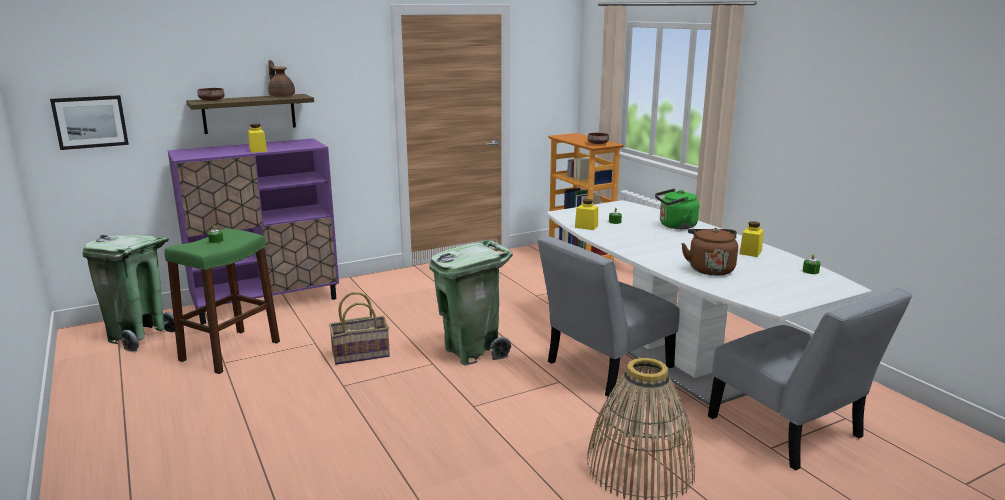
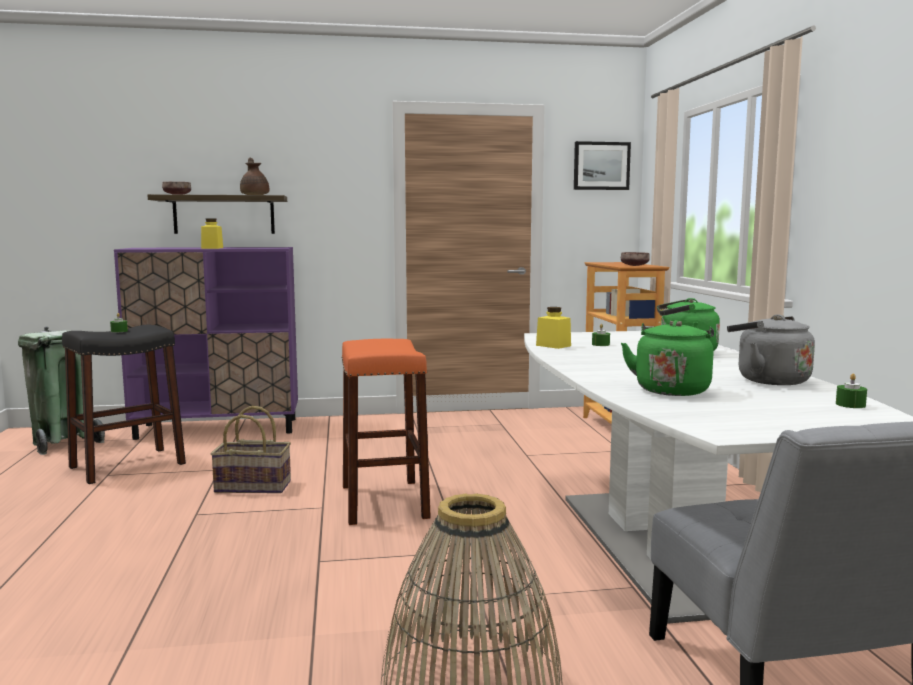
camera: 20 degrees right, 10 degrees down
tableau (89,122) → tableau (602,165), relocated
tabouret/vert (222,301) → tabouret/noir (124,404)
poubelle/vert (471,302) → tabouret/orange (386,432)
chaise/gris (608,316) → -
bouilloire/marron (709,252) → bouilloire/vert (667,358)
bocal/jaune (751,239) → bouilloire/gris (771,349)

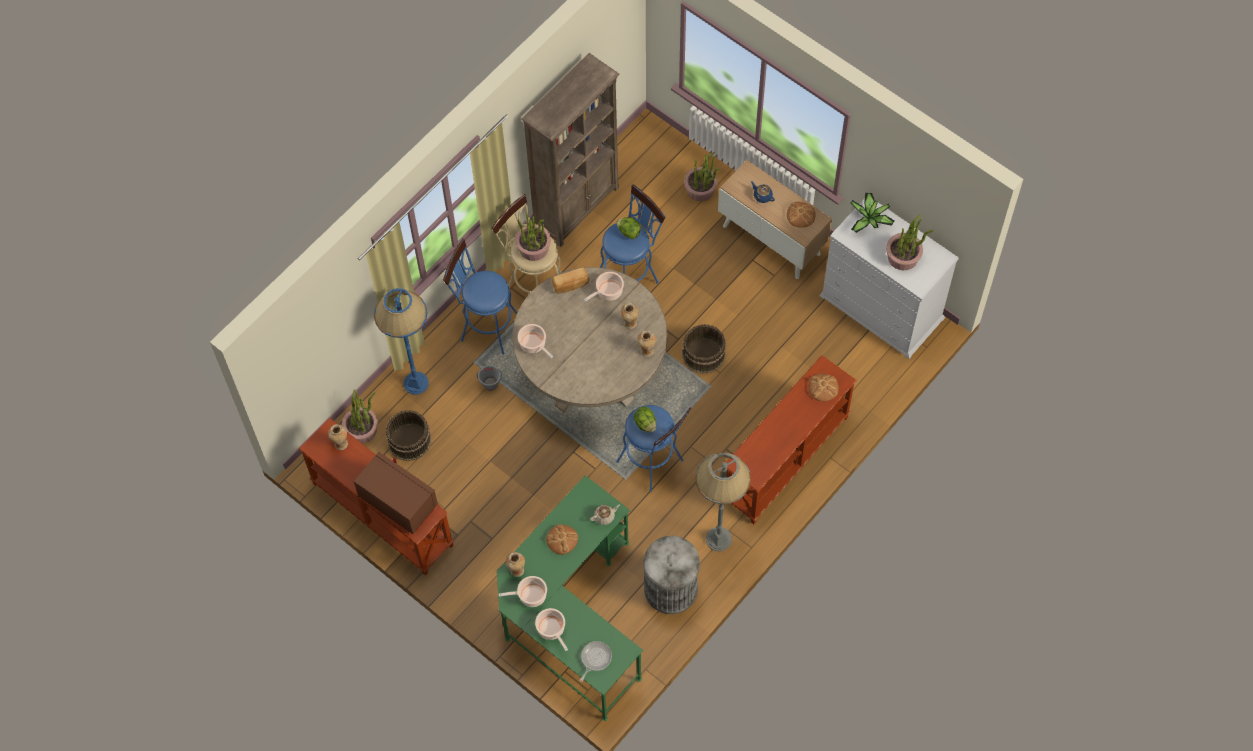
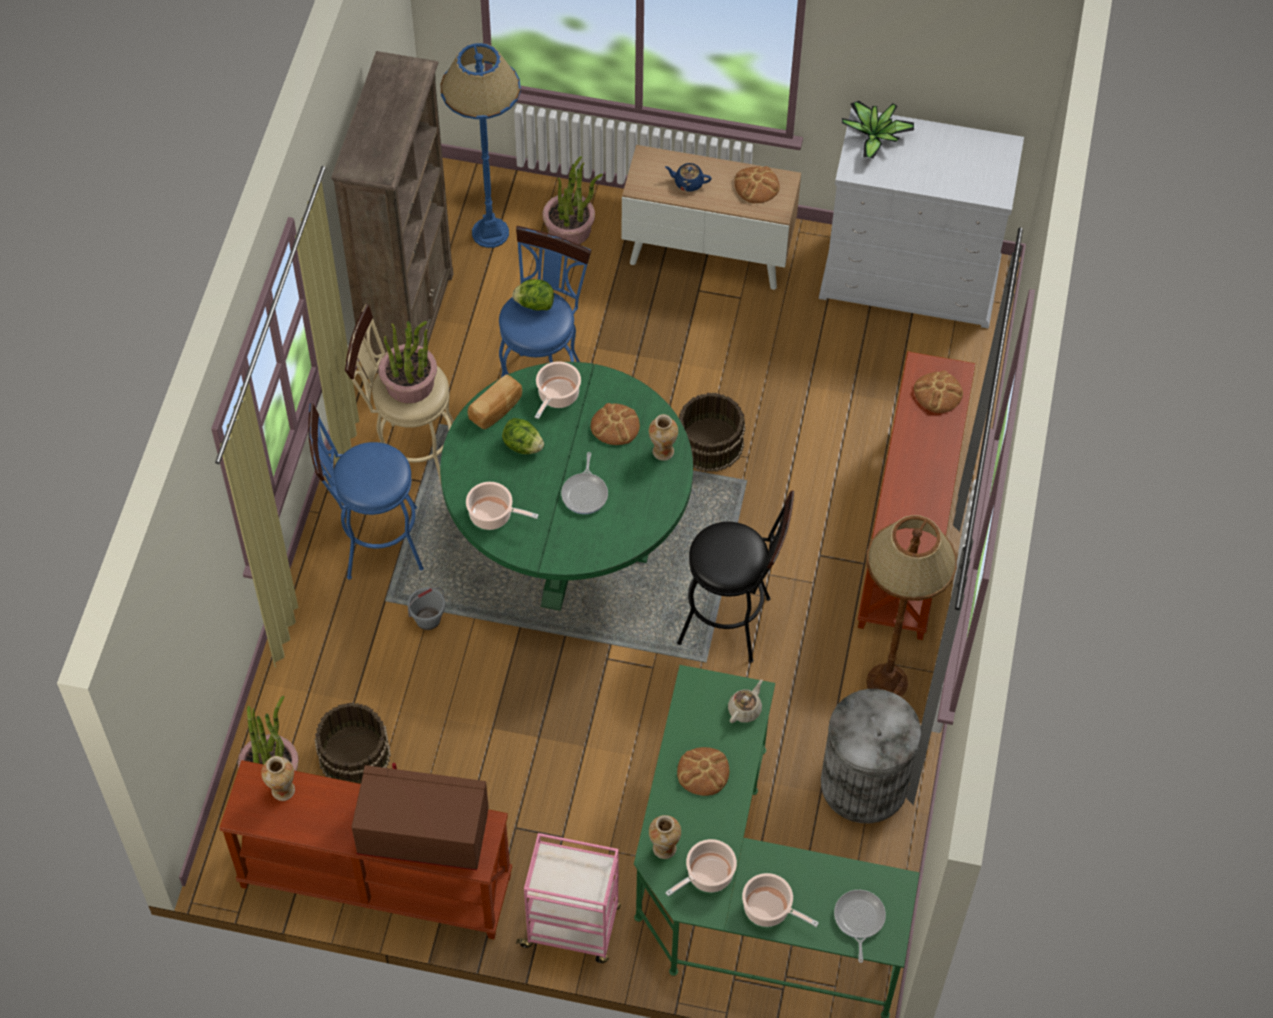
camera: 30 degrees left, 5 degrees down
lampadaire/bleu (401,341) → lampadaire/bleu (480,145), relocated
table à manger/beige (590,339) → table à manger/vert (566,486)
tabouret/bleu (654,448) → tabouret/noir (735,577)
vase (630,316) → pain (615,424)
laitue (645,419) → laitue (523,436), relocated
lampadaire/gris (723,502) → lampadaire/marron (911,606)
plante en pot (910,242) → -
- → chariot/rose (568,898)
- → poêle (584,483)

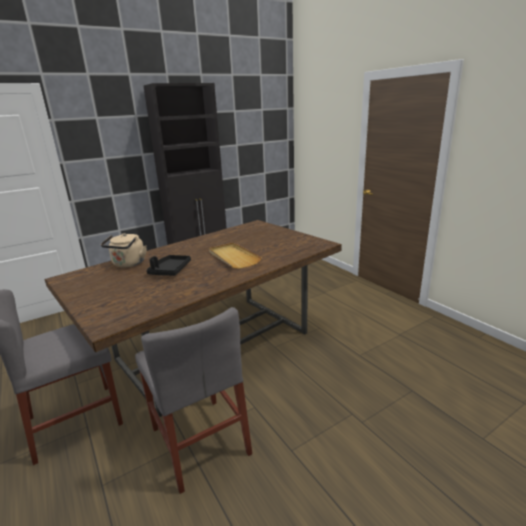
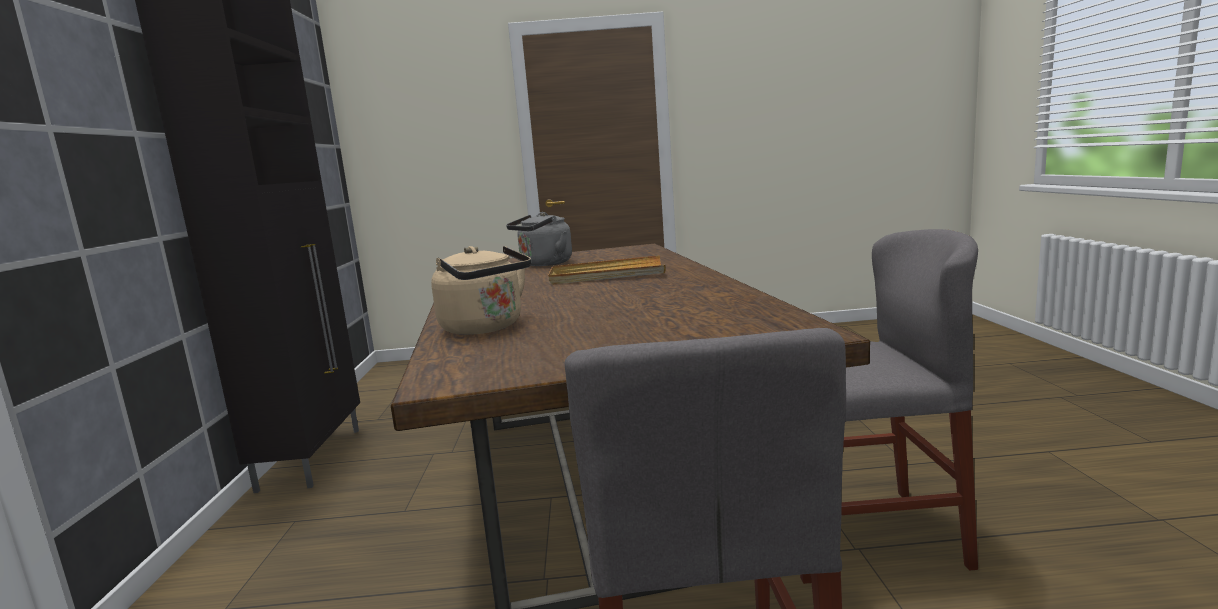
camera: 60 degrees left, 10 degrees down
plateau/noir (169,265) → -
- → bouilloire/gris (539,239)

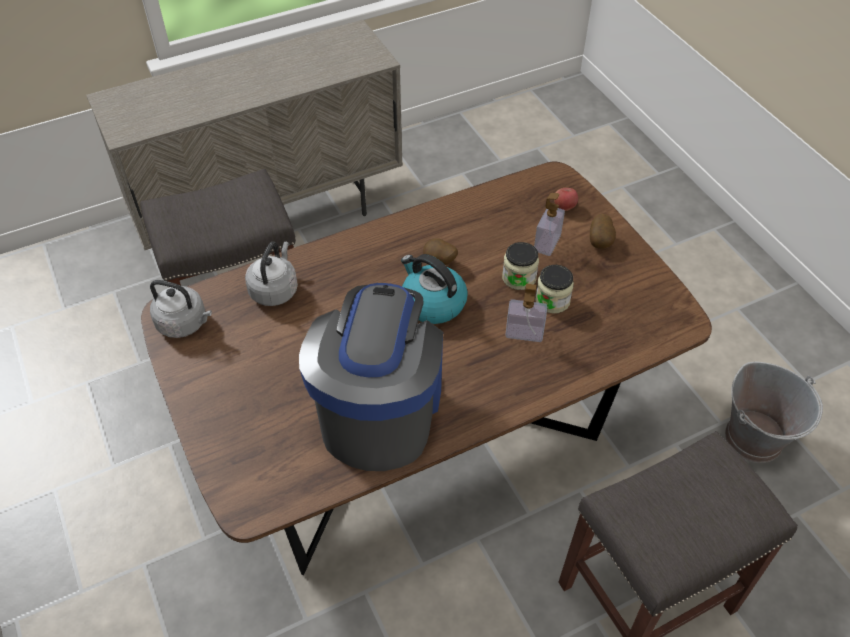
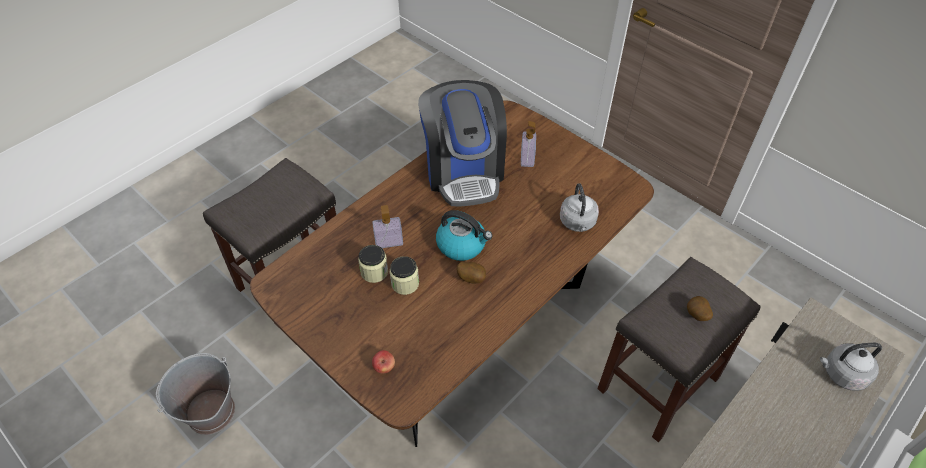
camera: 160 degrees right, 0 degrees up
bouilloire/gris (181,309) → bouilloire/gris (851,367), relocated
distributeur de savon (549,224) → distributeur de savon (528,144), relocated
pomme de terre (603,231) → pomme de terre (700,308), relocated

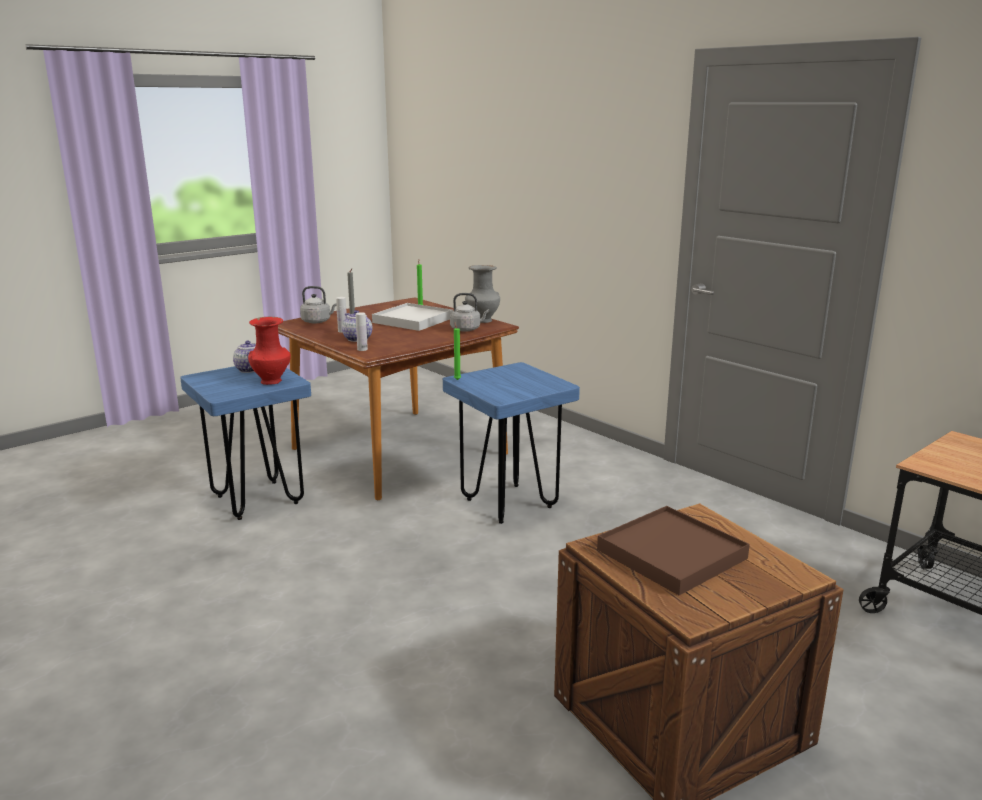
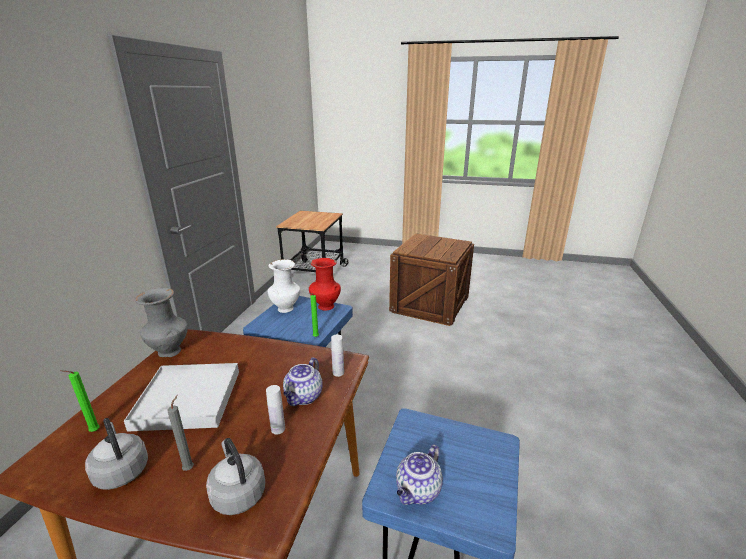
camera: 125 degrees left, 5 degrees up
vase/rouge (269,351) → vase/rouge (325,284), relocated
bouilloire/gris (469,312) → bouilloire/gris (116,454), relocated
plateau/marron (673,550) → -
- → vase/blanc (284,286)

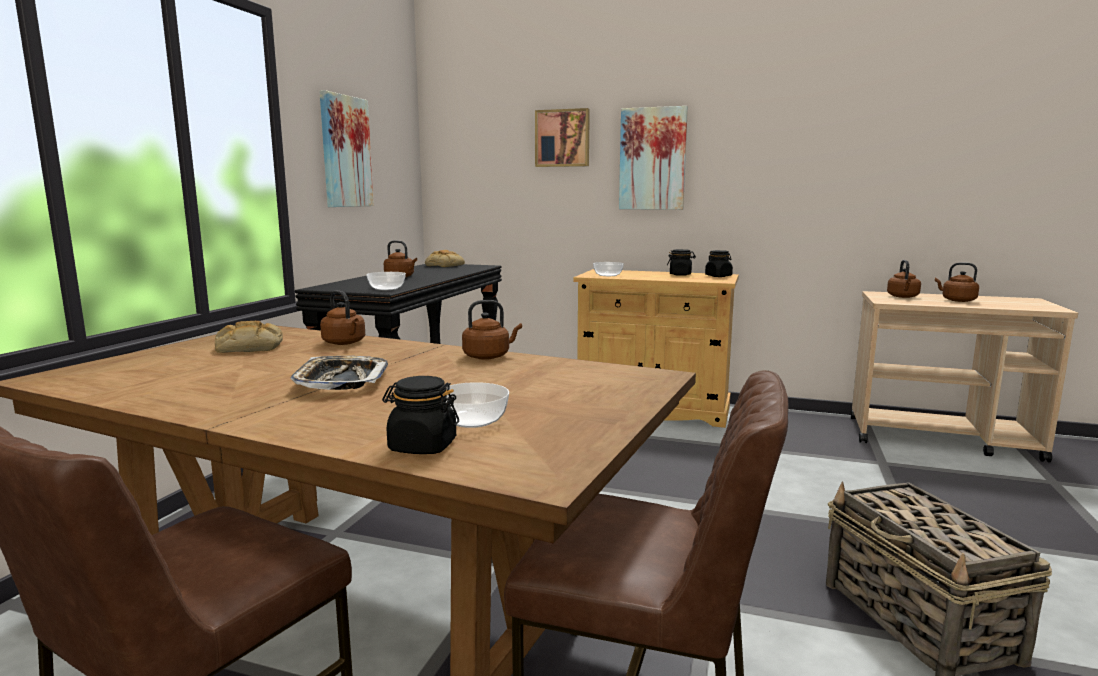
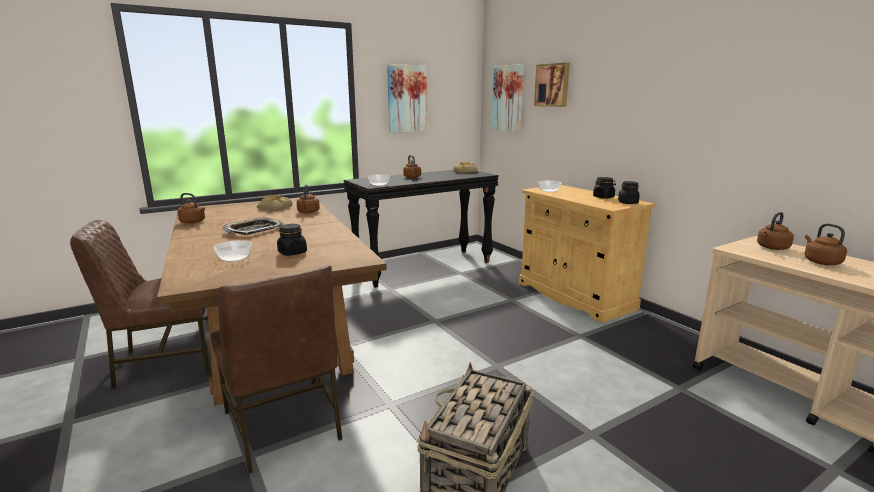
camera: 40 degrees right, 5 degrees up
bocal/noir (420,415) → bocal/noir (292,240), relocated
bouilloire/marron (492,330) → bouilloire/marron (191,208), relocated
tableau (653,158) → tableau (508,98), relocated

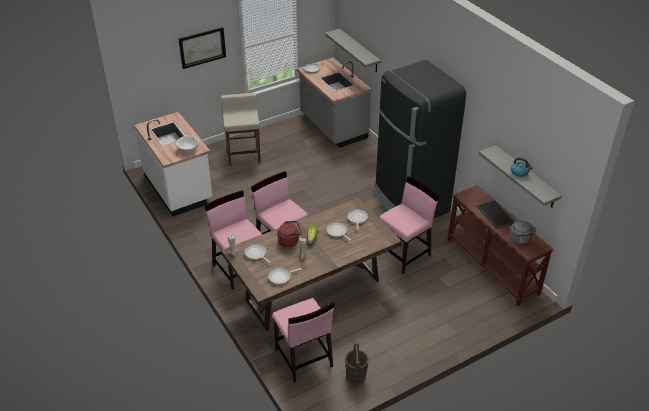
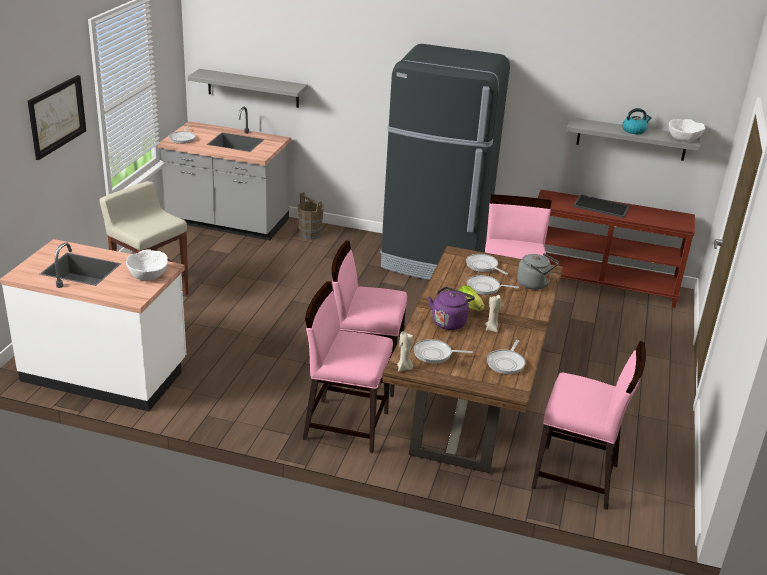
camera: 45 degrees left, 10 degrees down
bouilloire/rouge (289,234) → bouilloire/violet (451,308)
seau/marron (357,364) → seau/marron (311,216), relocated
bouilloire/gris (523,232) → bouilloire/gris (538,271), relocated
- → bol/blanc (687,130)

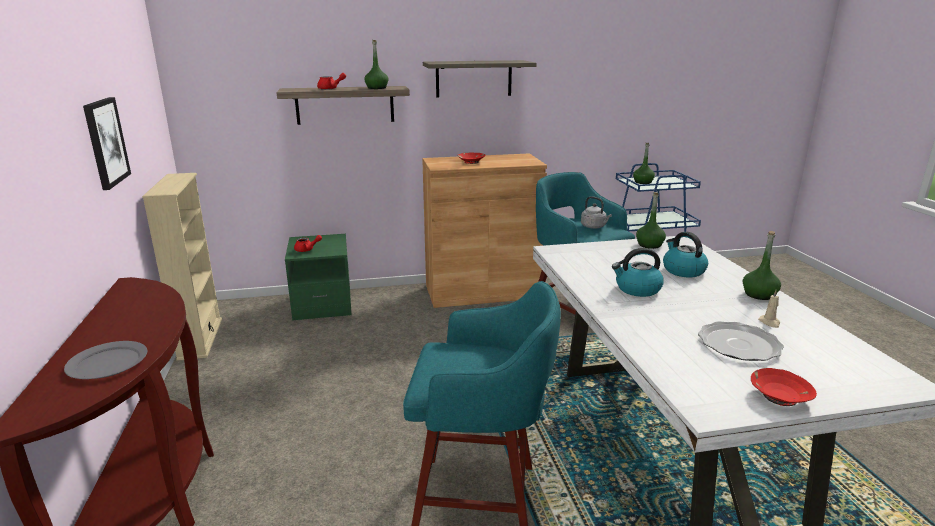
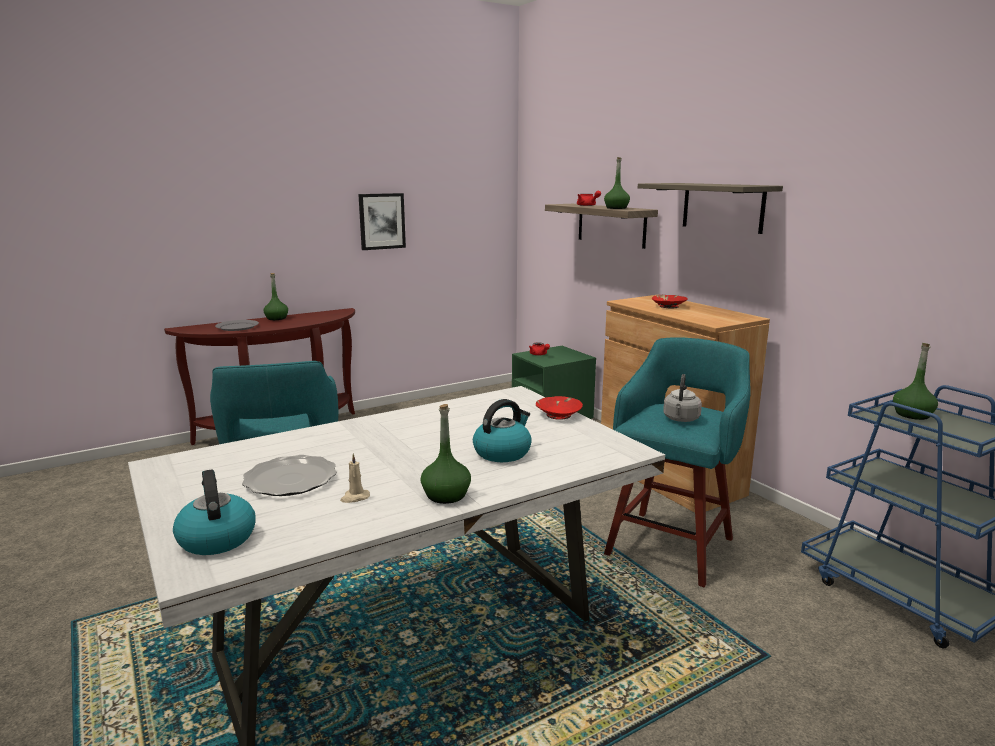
camera: 70 degrees right, 5 degrees down
bibliothèque/beige (182,267) → -
bouilloire (638,272) → bouilloire (214,512), relocated
bouteille/vert (651,220) → bouteille/vert (275,296), relocated
bol/rouge (784,387) → bol/rouge (559,408), relocated

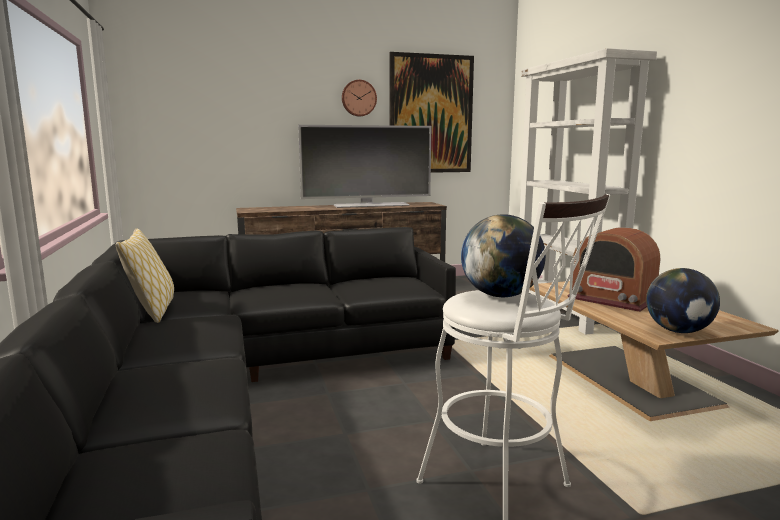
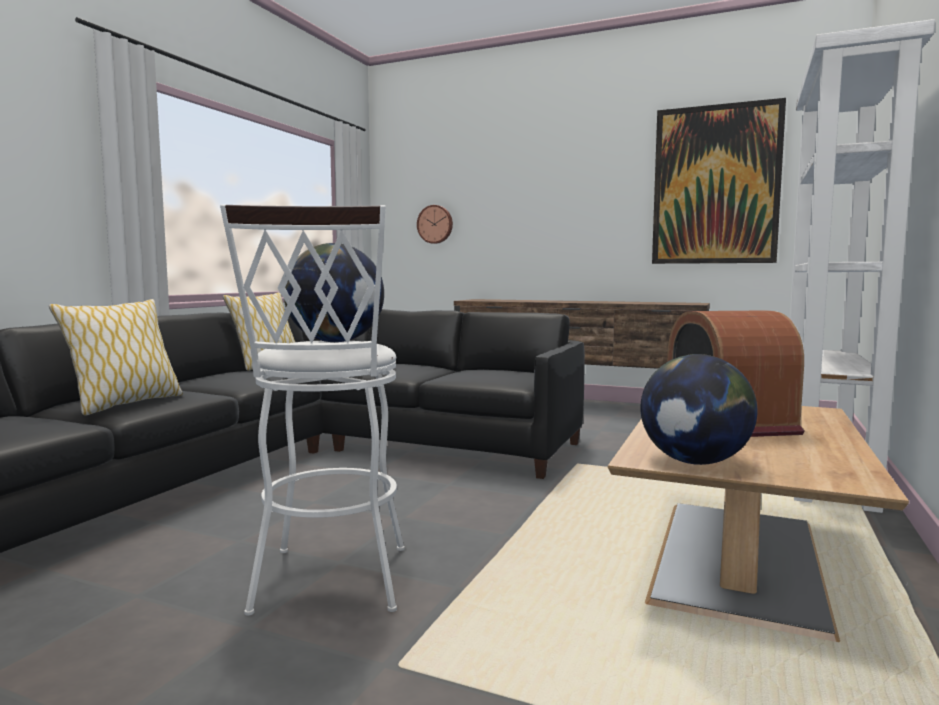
camera: 40 degrees right, 5 degrees down
téléviseur (364,166) → -
horloge murale (359,98) → horloge murale (435,224), relocated
- → coussin (116,357)

